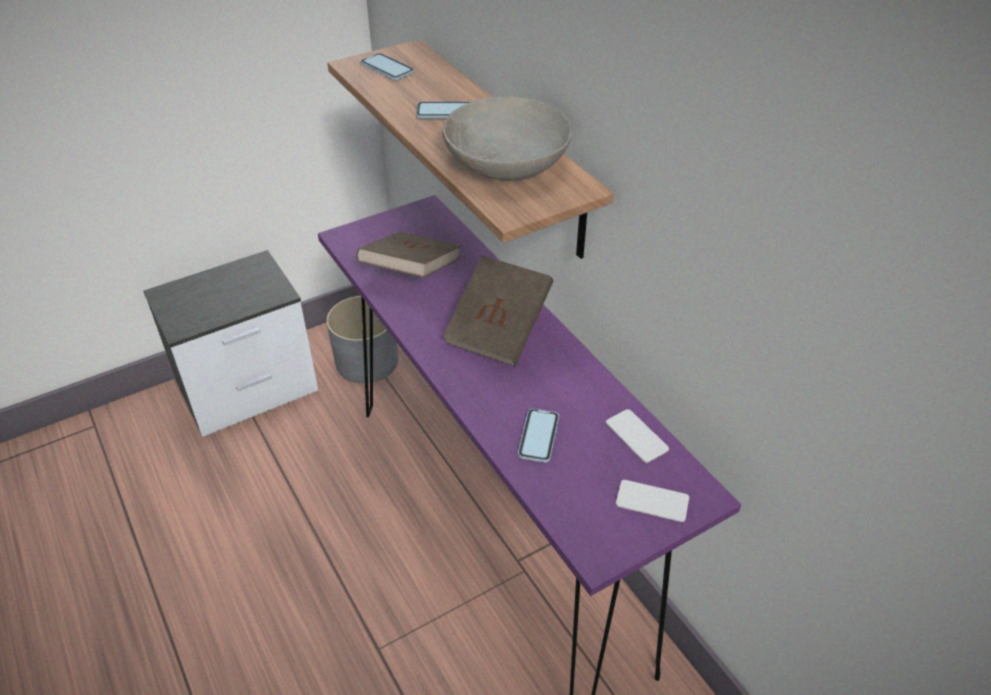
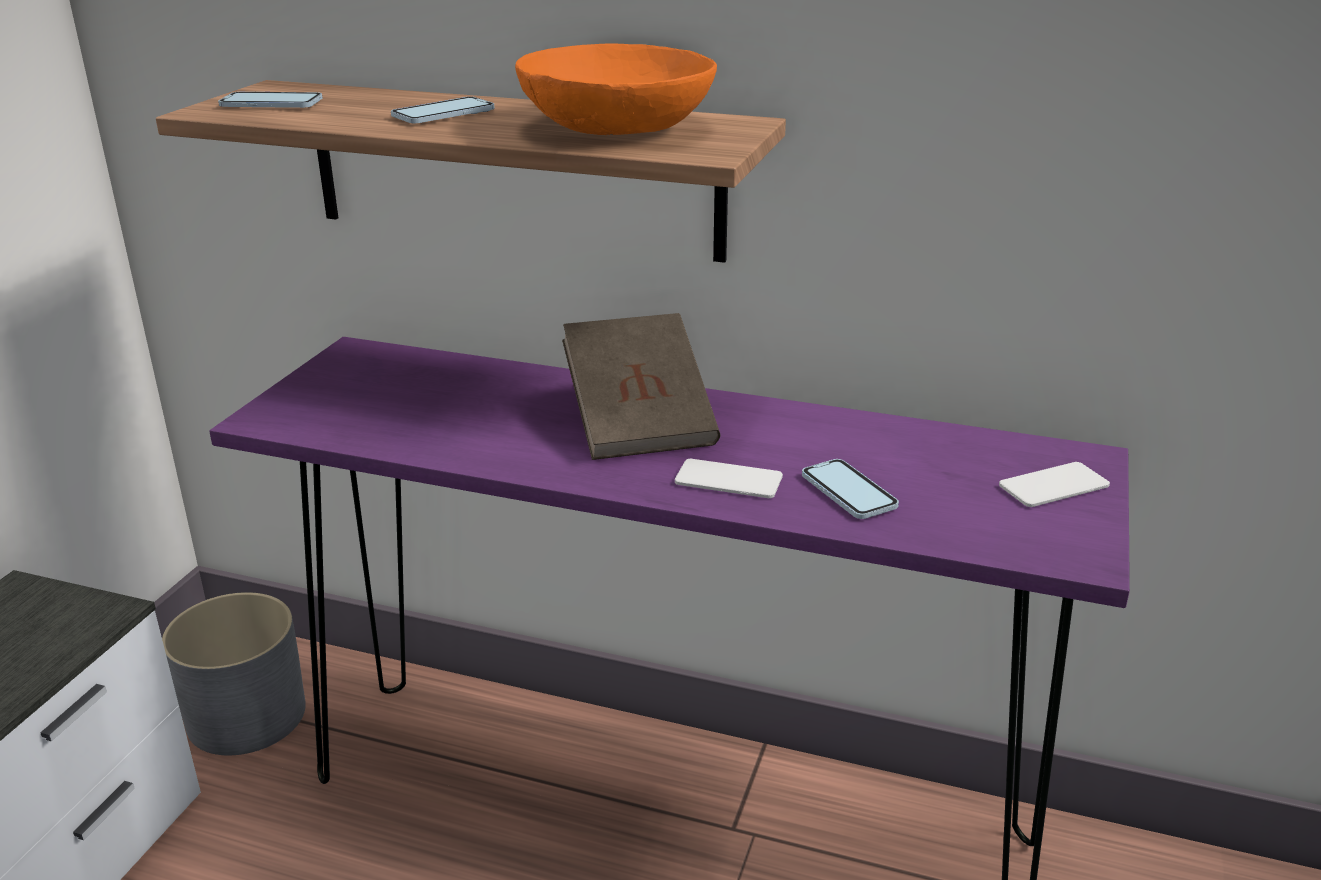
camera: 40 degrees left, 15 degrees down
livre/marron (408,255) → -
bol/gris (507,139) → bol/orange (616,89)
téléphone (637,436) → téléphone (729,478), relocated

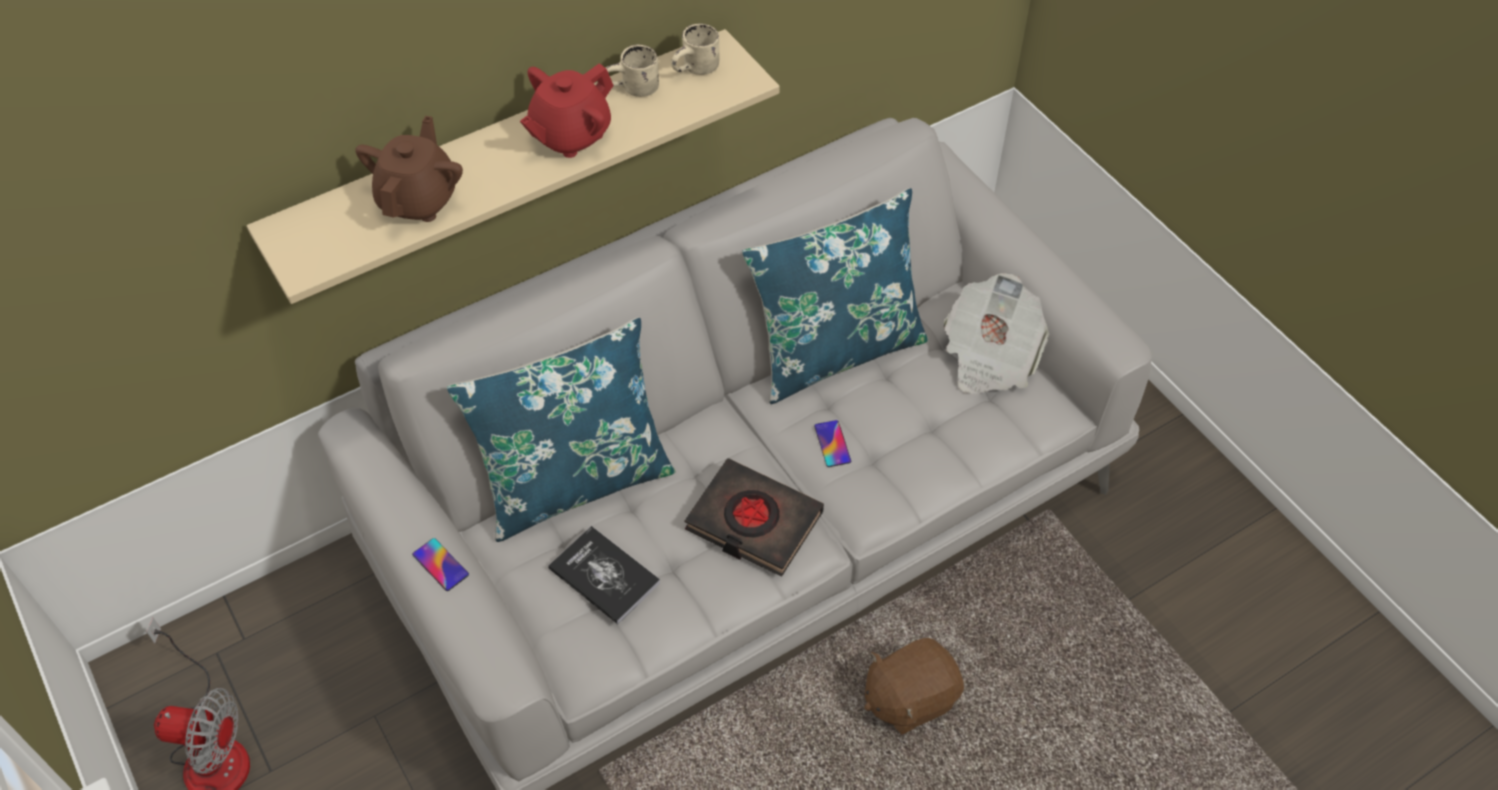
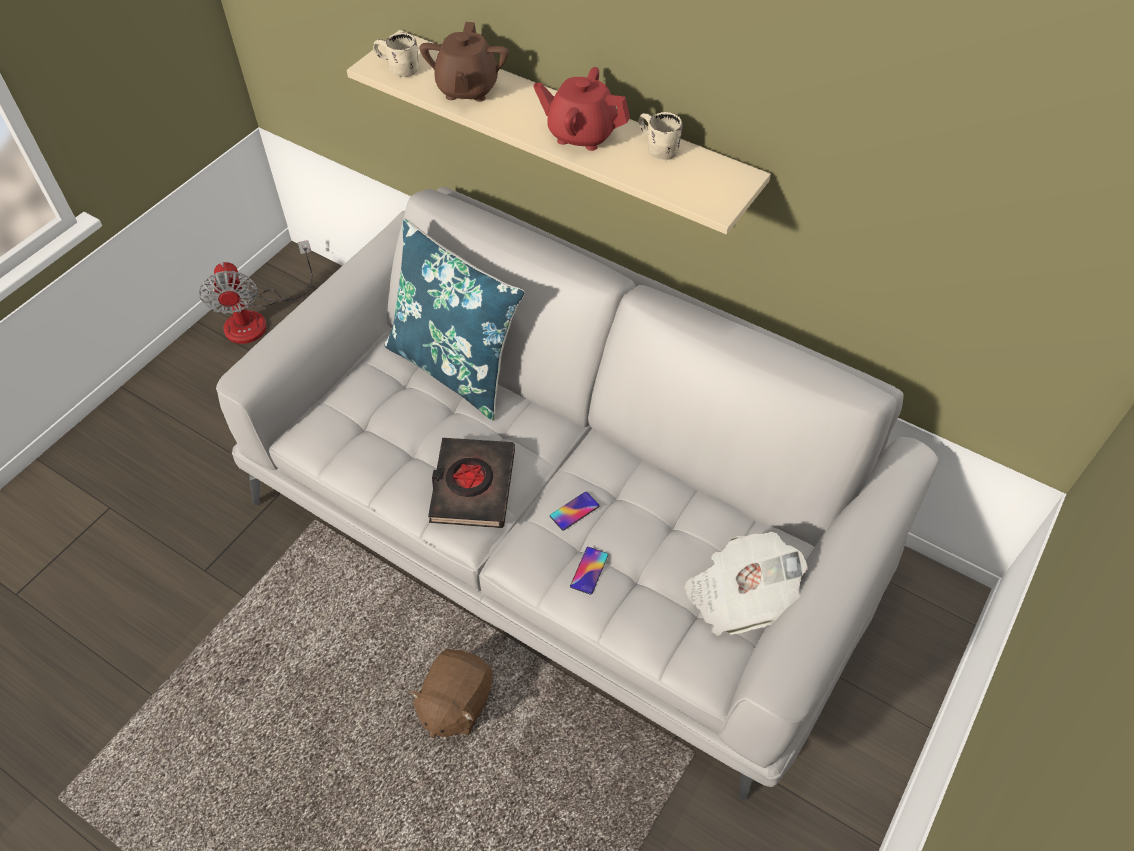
camera: 65 degrees right, 0 degrees up
théière/marron (409,169) → théière/marron (464,62), 105 degrees clockwise
téléphone (440,564) → téléphone (589,571), relocated
livre (604,575) → -
mug/beige (695,49) → mug/beige (396,55), relocated
coussin/bleu (835,296) → -
peluche/marron (914,686) → peluche/marron (451,693), 105 degrees counterclockwise

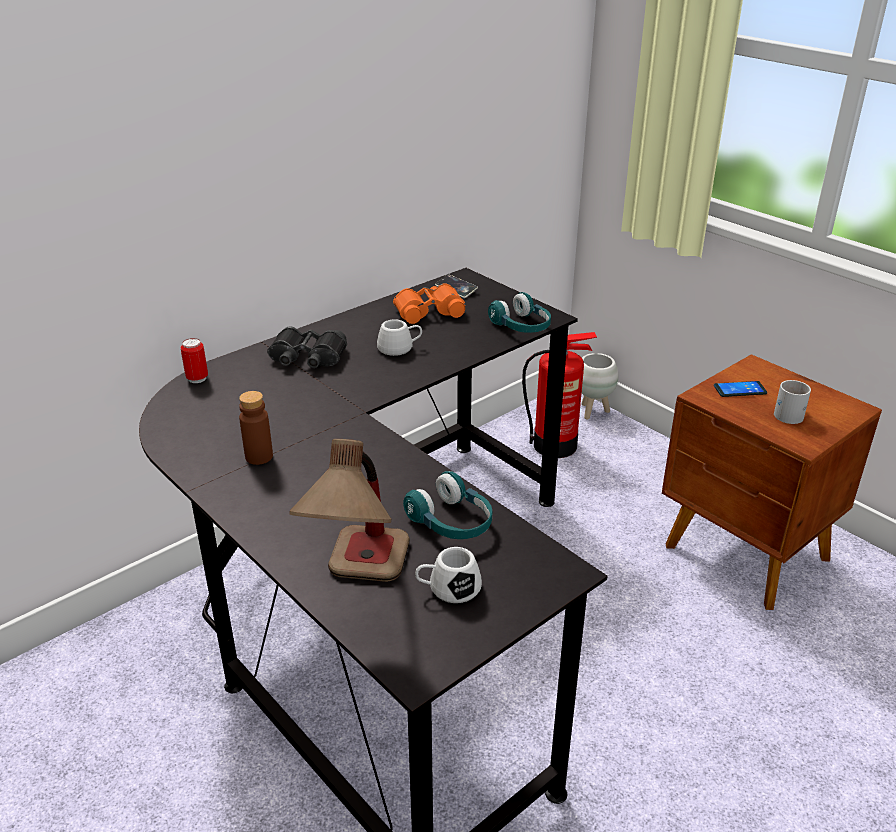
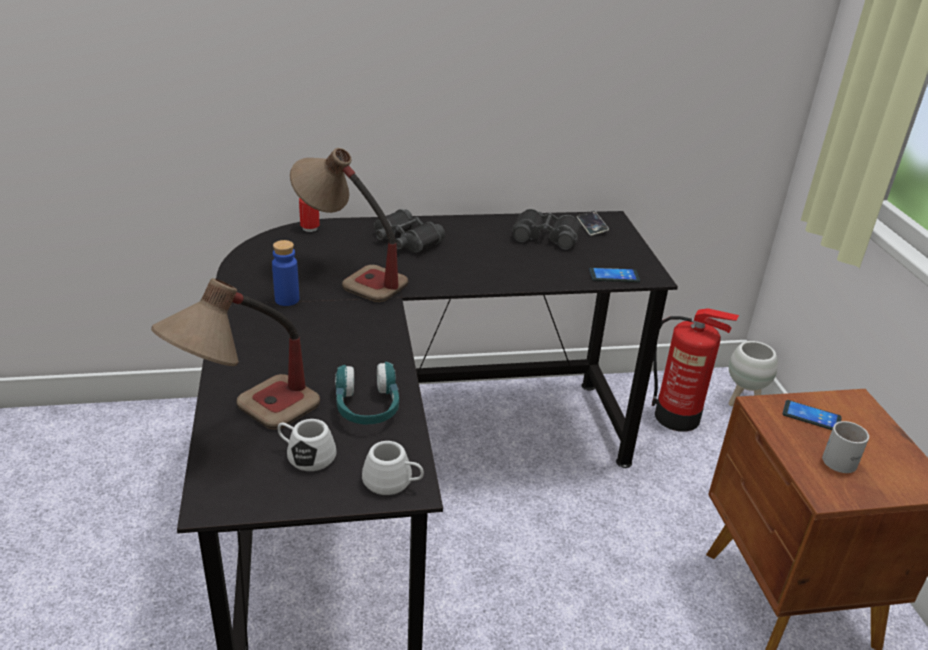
camera: 30 degrees right, 0 degrees up
bouteille/marron (256,428) → bouteille/bleu (285,273)
mug/blanc (399,337) → mug/blanc (393,468), relocated
jumelles/orange (429,303) → jumelles/noir (546,229)
casque audio/turquoise (519,312) → téléphone (614,275)
- → lampe de table (349,225)

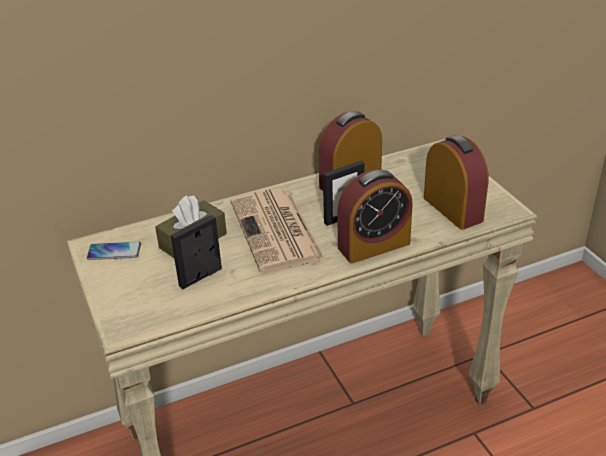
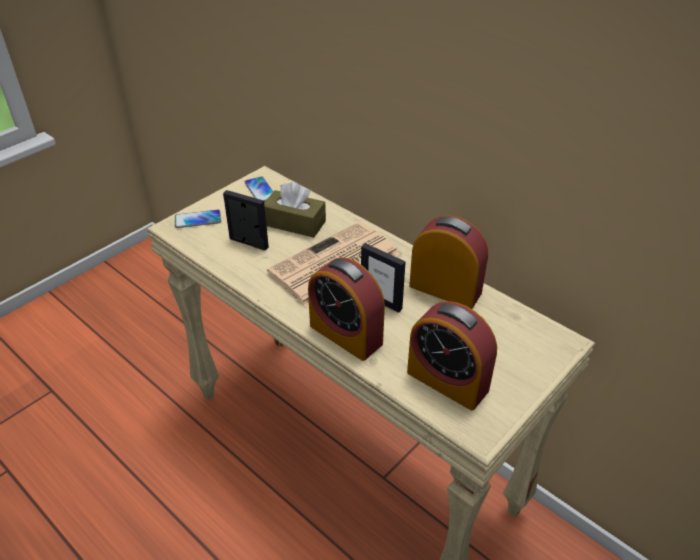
camera: 65 degrees right, 5 degrees up
réveil (456,182) → réveil (452,355), 90 degrees clockwise
- → téléphone (198,219)

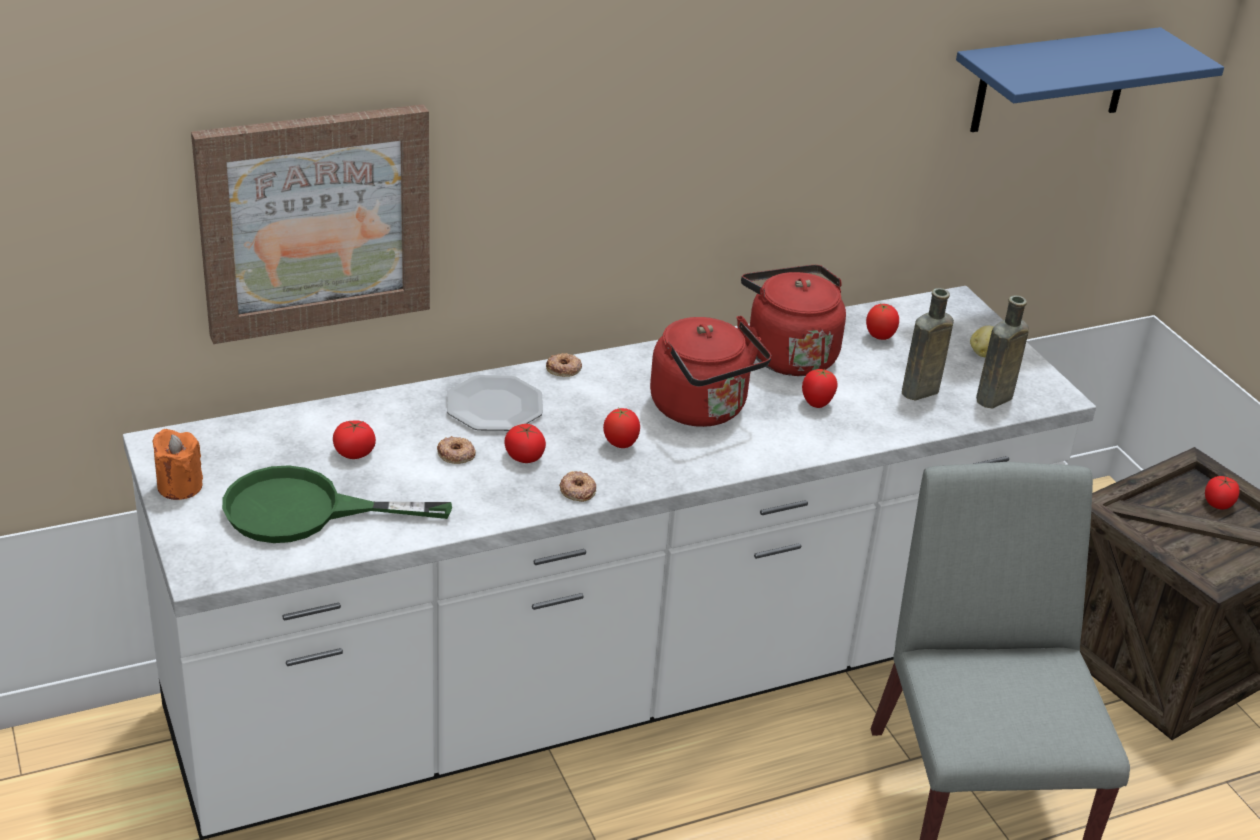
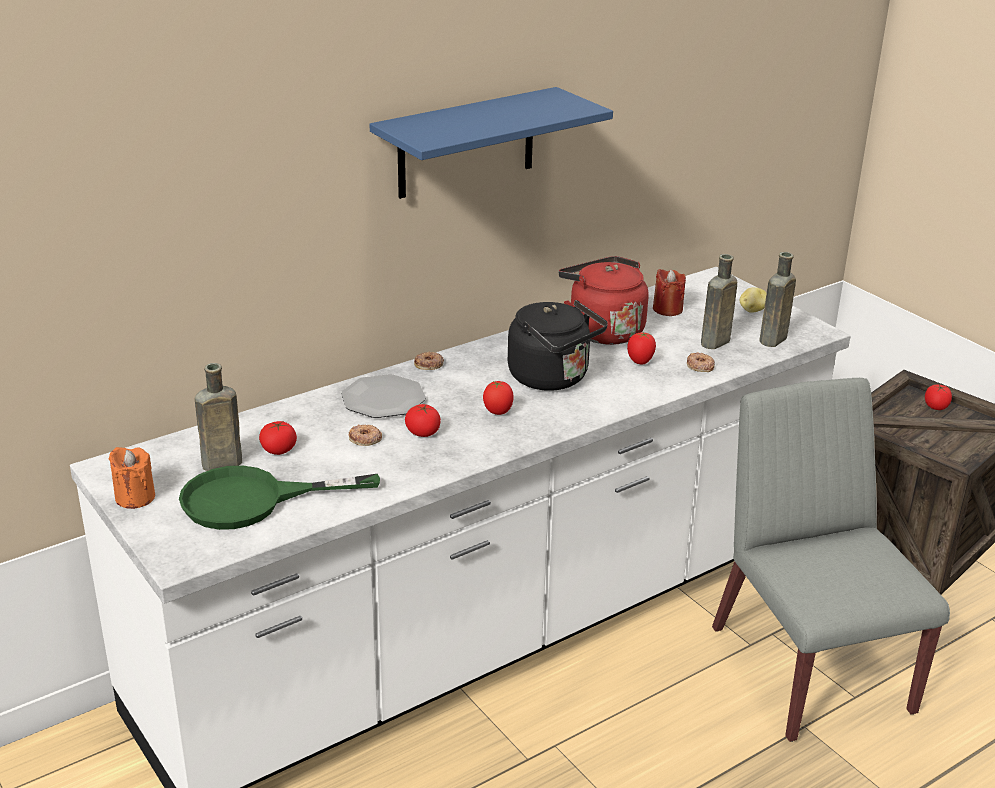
camera: 10 degrees left, 5 degrees down
tableau (310,224) → -
beignet (577,486) → beignet (701,362), relocated
bouilloire/rouge (710,372) → bouilloire/noir (558,345)
tomate (882,321) → bougie/rouge (669,292)
étagère/bleu (1090,79) → étagère/bleu (491,143), relocated
- → bouteille/marron (218,417)

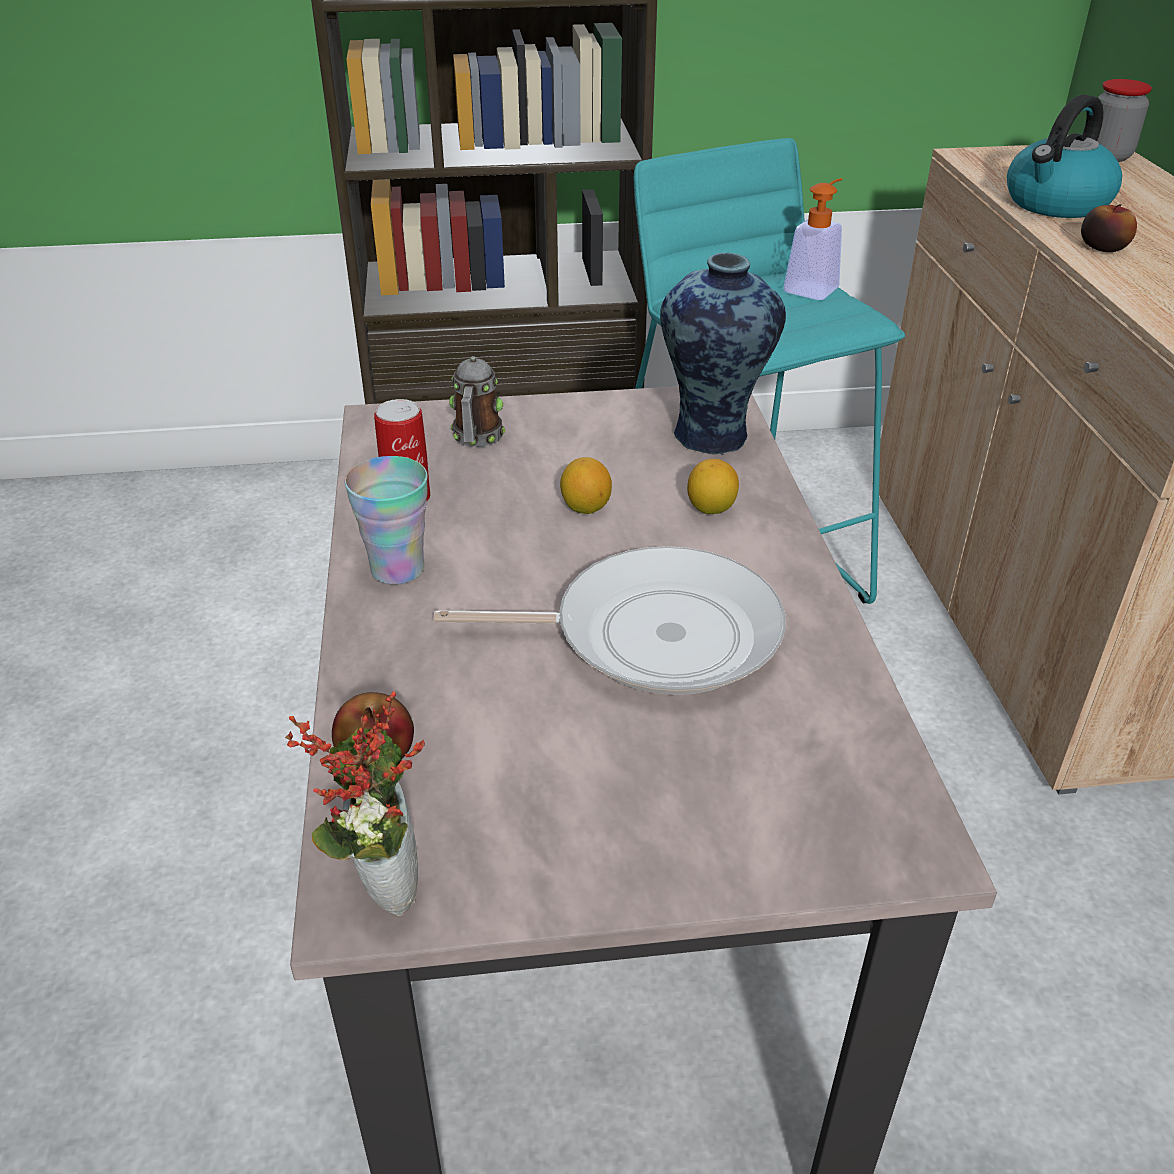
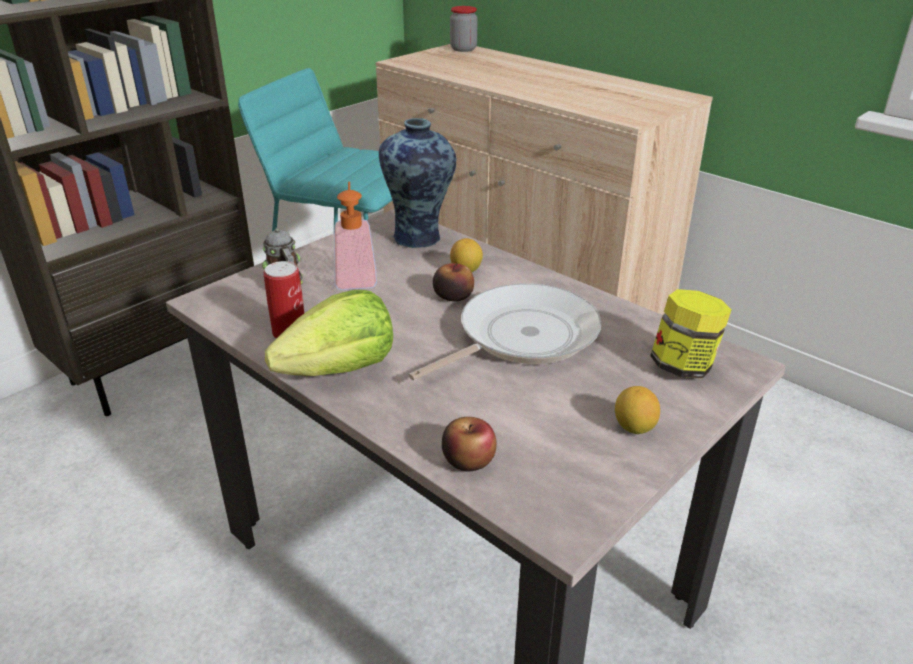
camera: 40 degrees left, 5 degrees down
plante en pot (355,803) → -
tasse (386,520) → laitue (329,333)
citron (586,485) → citron (637,410), relocated
distributeur de savon (812,239) → distributeur de savon (355,235), relocated
bouilloire (1064,156) → -
pomme (1109,228) → pomme (453,282), relocated
- → bocal (690,333)

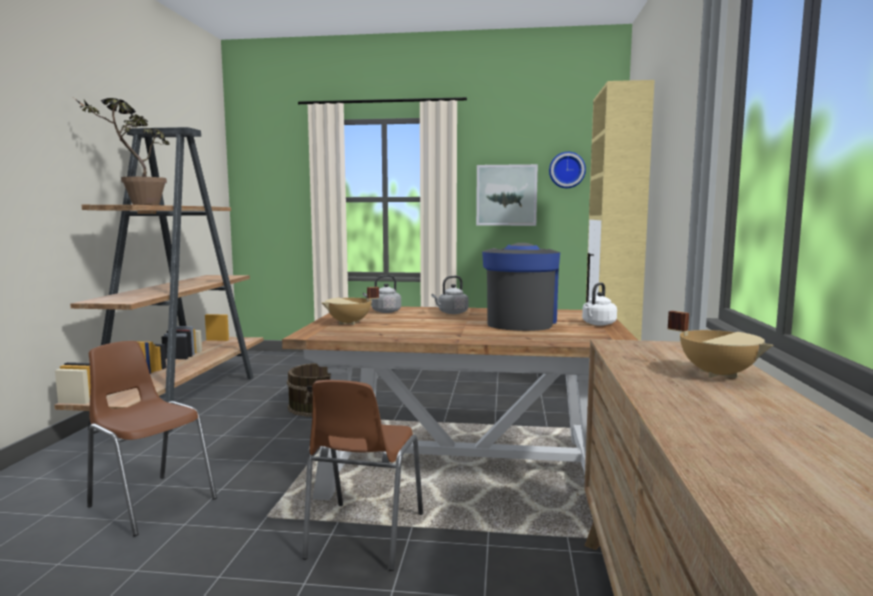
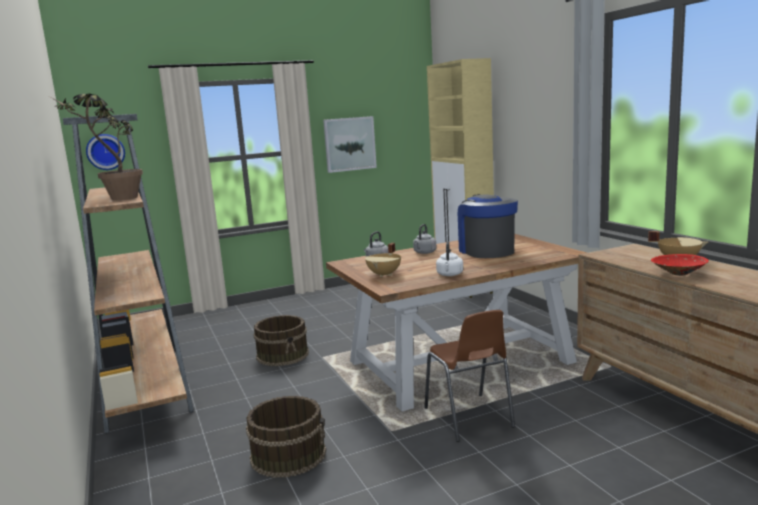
camera: 30 degrees left, 5 degrees up
chaise/marron (152,438) → seau/marron (286,437)
horloge murale (567,170) → horloge murale (105,152), relocated
bouilloire/blanc (599,304) → bouilloire/blanc (449,258), relocated
- → bol/rouge (680,265)

